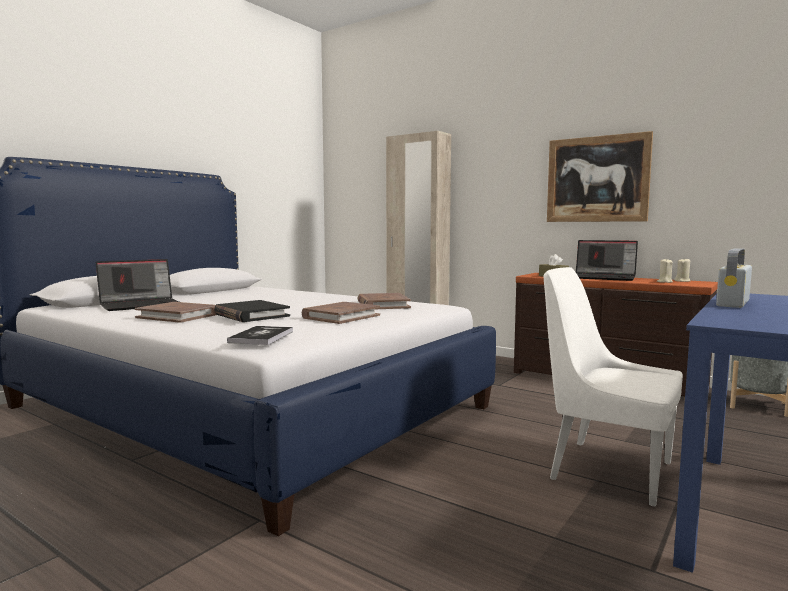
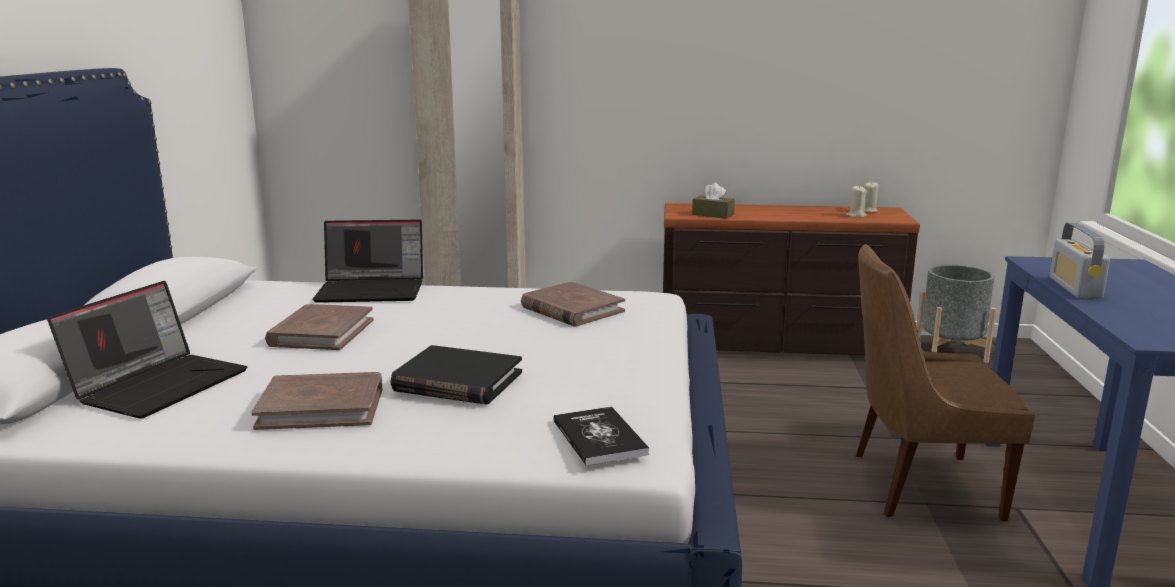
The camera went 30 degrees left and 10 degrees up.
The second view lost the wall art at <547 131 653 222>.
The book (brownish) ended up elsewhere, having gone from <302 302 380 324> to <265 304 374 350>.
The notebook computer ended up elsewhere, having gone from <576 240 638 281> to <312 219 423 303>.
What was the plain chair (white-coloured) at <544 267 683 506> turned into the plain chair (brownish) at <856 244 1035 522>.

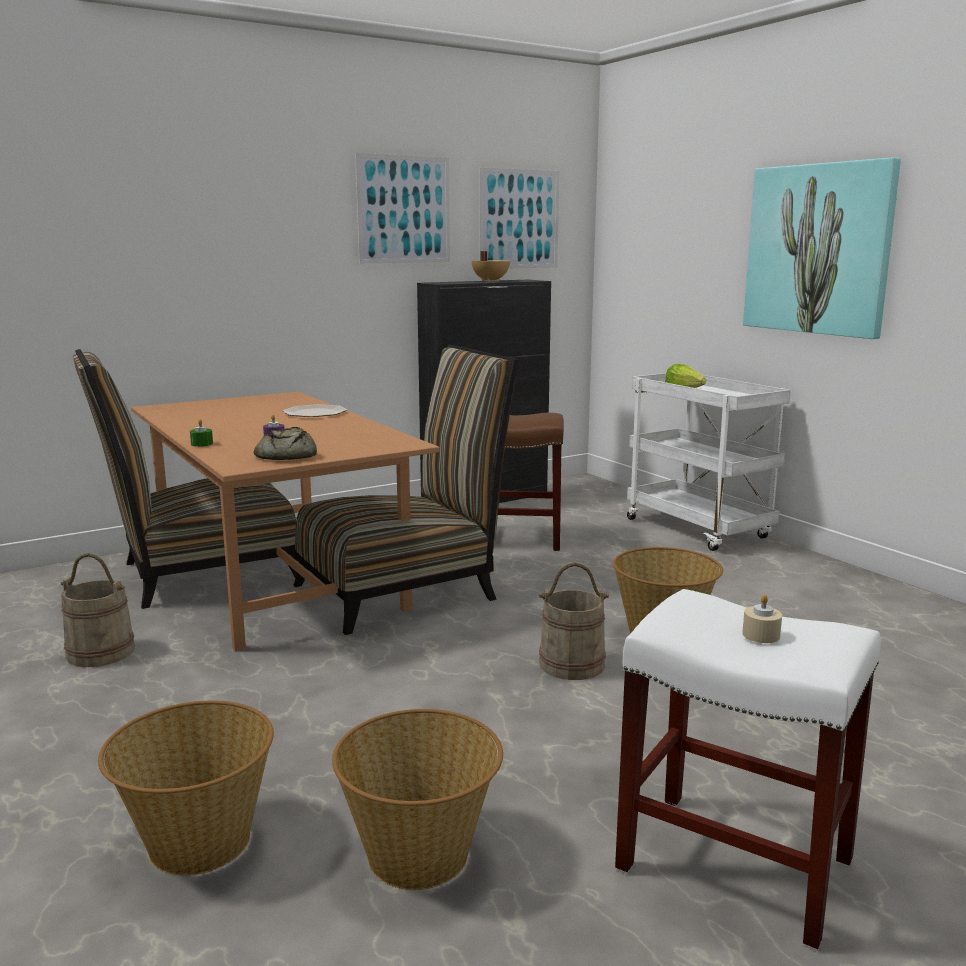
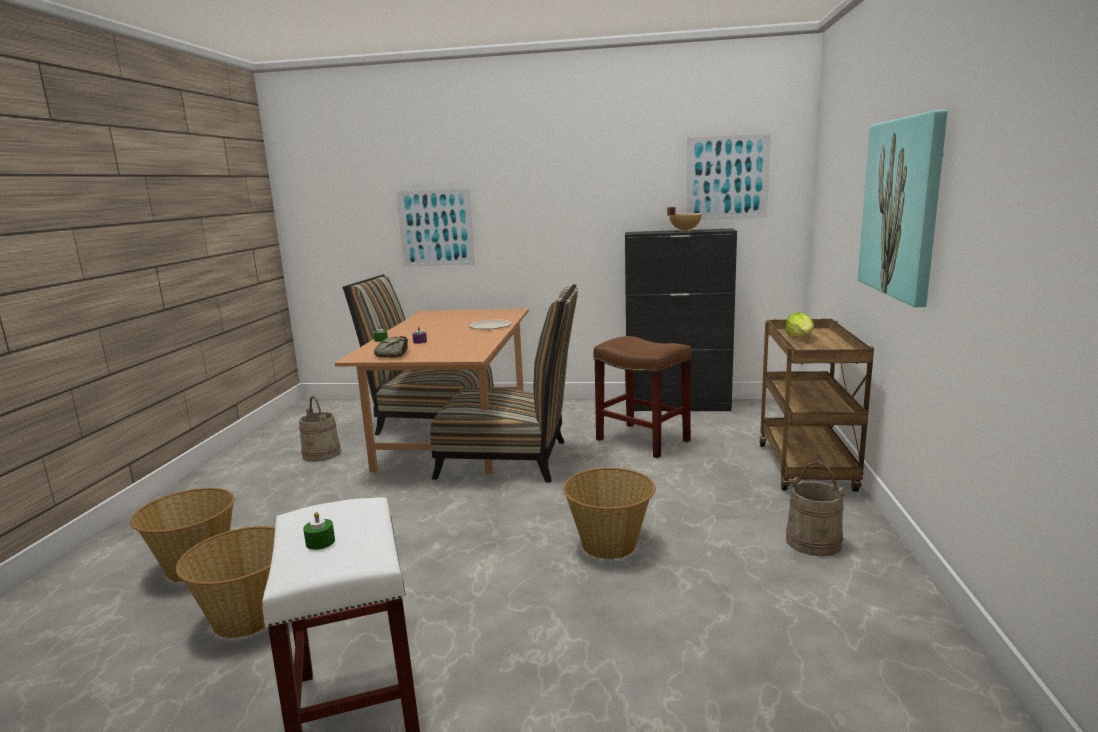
The camera went 40 degrees right and 0 degrees up.
The wall art ended up elsewhere, having gone from <355 153 450 263> to <396 188 475 267>.
The pail (sand-coloured) ended up elsewhere, having gone from <539 563 609 680> to <786 462 847 556>.
What was the cart (white-coloured) at <627 373 791 551> turned into the cart (brownish) at <759 319 874 492>.
What was the wax candle (sand-coloured) at <742 595 782 643> turned into the wax candle (greenish) at <303 512 335 550>.

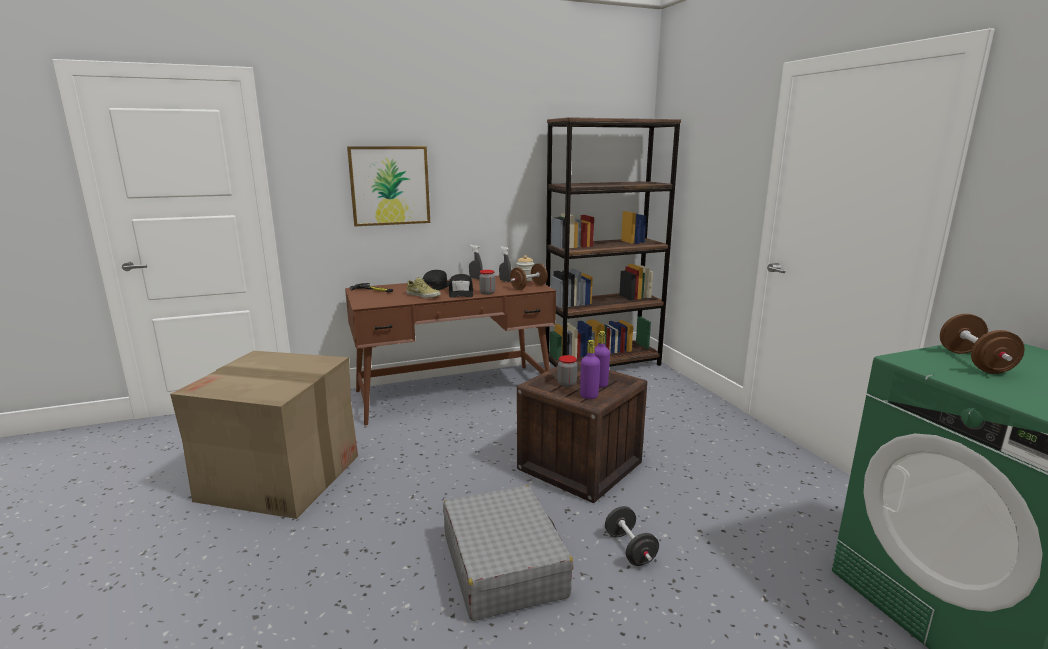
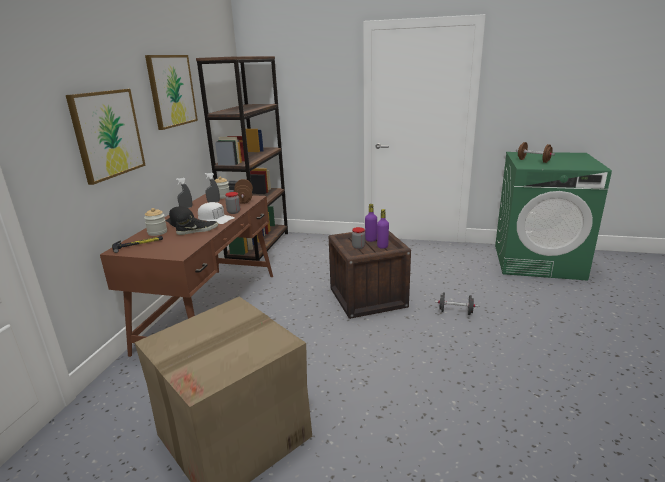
The camera went 55 degrees left and 5 degrees up.
The second view lost the travel case (greyish) at <443 485 574 621>.
The second view gained the jar at <144 208 167 236>.
The second view gained the wall art at <145 55 198 130>.
What was the item of footwear (sand-coloured) at <407 277 441 298> turned into the item of footwear (black-coloured) at <176 215 218 235>.
What was the peaked cap (black-coloured) at <449 274 473 298> turned into the peaked cap (white-coloured) at <198 202 234 224>.

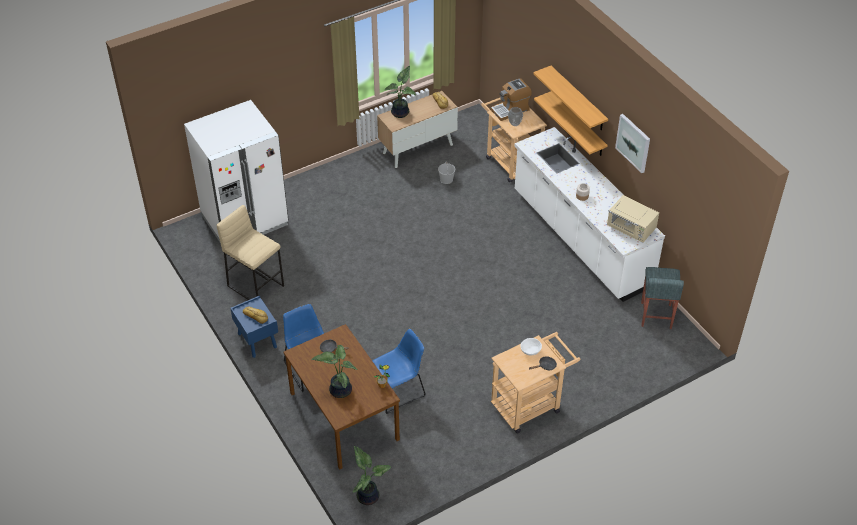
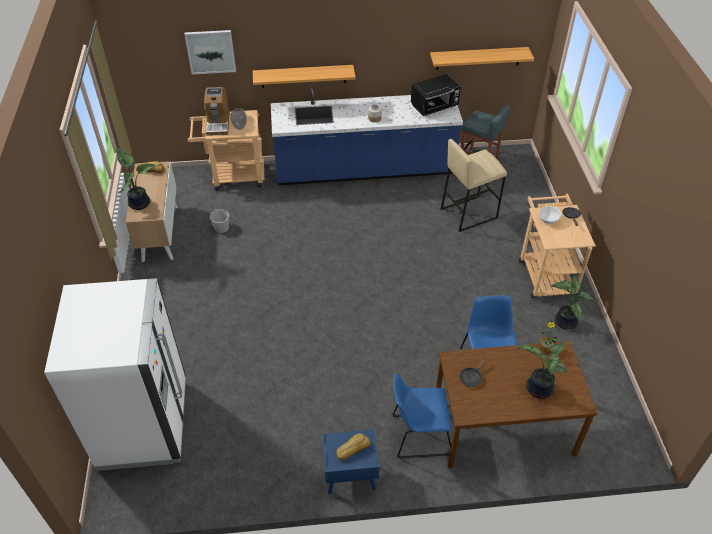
The camera went 65 degrees left and 0 degrees up.
The stool (sand-coloured) ended up elsewhere, having gone from <217 205 284 300> to <441 139 507 232>.
The plant in a pot ended up elsewhere, having gone from <353 446 391 505> to <551 276 596 329>.
The shelf ended up elsewhere, having gone from <533 66 608 130> to <430 47 534 70>.
The wall art ended up elsewhere, having gone from <615 114 650 173> to <184 30 236 74>.
What was the kitchen counter (white-coloured) at <515 127 665 302> turned into the kitchen counter (blue-coloured) at <271 86 463 185>.
What was the microwave (sand-coloured) at <607 195 659 243> turned into the microwave (black-coloured) at <411 74 461 116>.

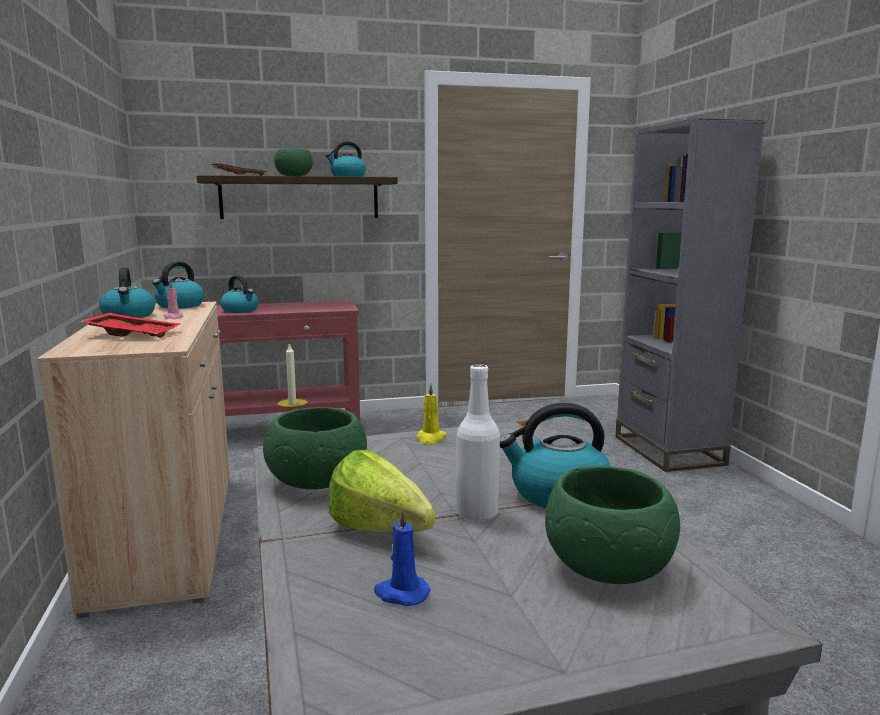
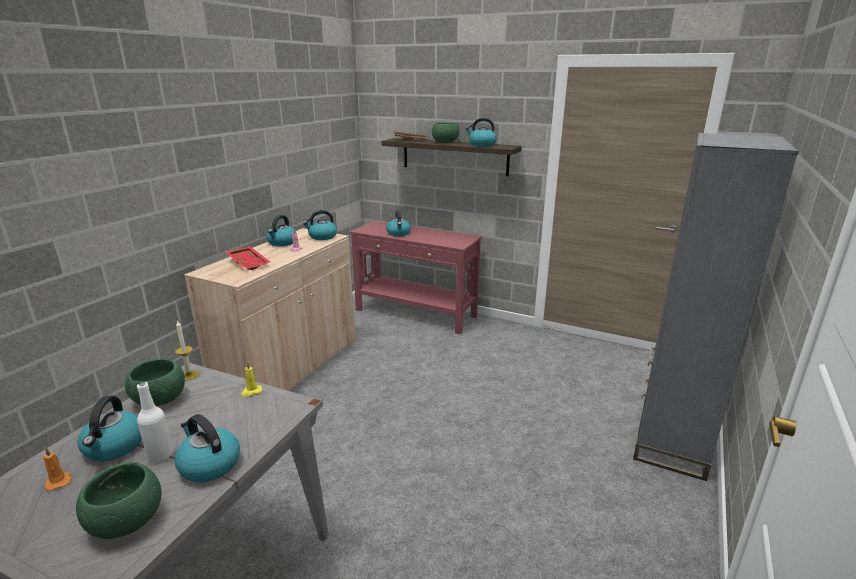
The camera went 40 degrees right and 10 degrees up.
Where the lettuce head stood at <328 450 436 533>, the tea kettle came to stand at <77 396 142 461>.
What was the wax candle (blue-coloured) at <374 507 431 606> turned into the wax candle (orangey) at <43 447 72 491>.

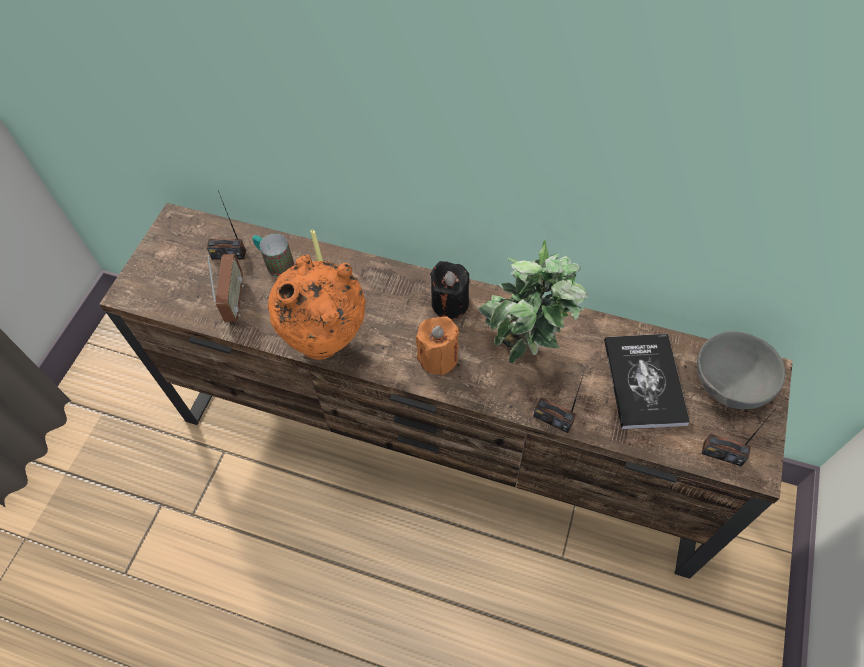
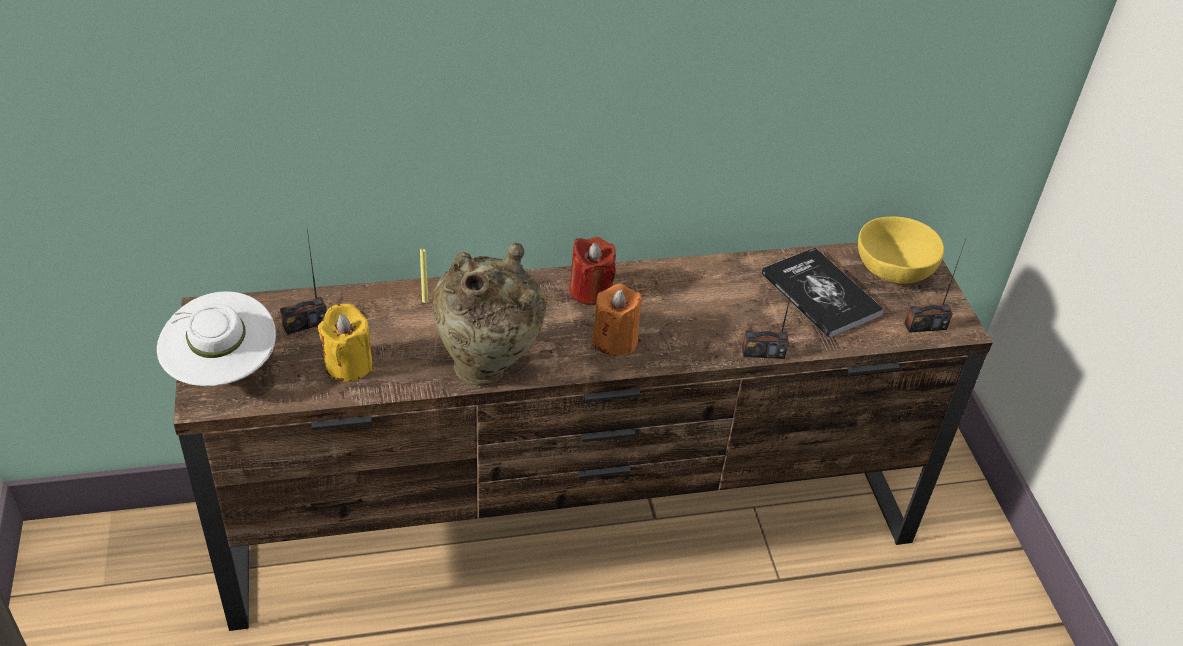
The camera went 35 degrees left and 15 degrees down.
The second view lost the coffee mug at <252 233 294 277>.
The second view lost the plant in a pot at <478 240 589 363>.
The second view gained the clothing hat (white-coloured) at <157 291 276 386>.
Where the radio receiver stood at <207 254 244 322>, the wax candle (yellowish) came to stand at <318 304 373 382>.
What was the vase (orangey) at <268 255 366 360> turned into the vase (sand-coloured) at <432 243 546 386>.
What was the wax candle (black-coloured) at <430 261 469 319> turned into the wax candle (reddish) at <569 237 616 305>.
What was the deep dish (greyish) at <697 331 785 409> turned into the deep dish (yellowish) at <858 217 944 284>.

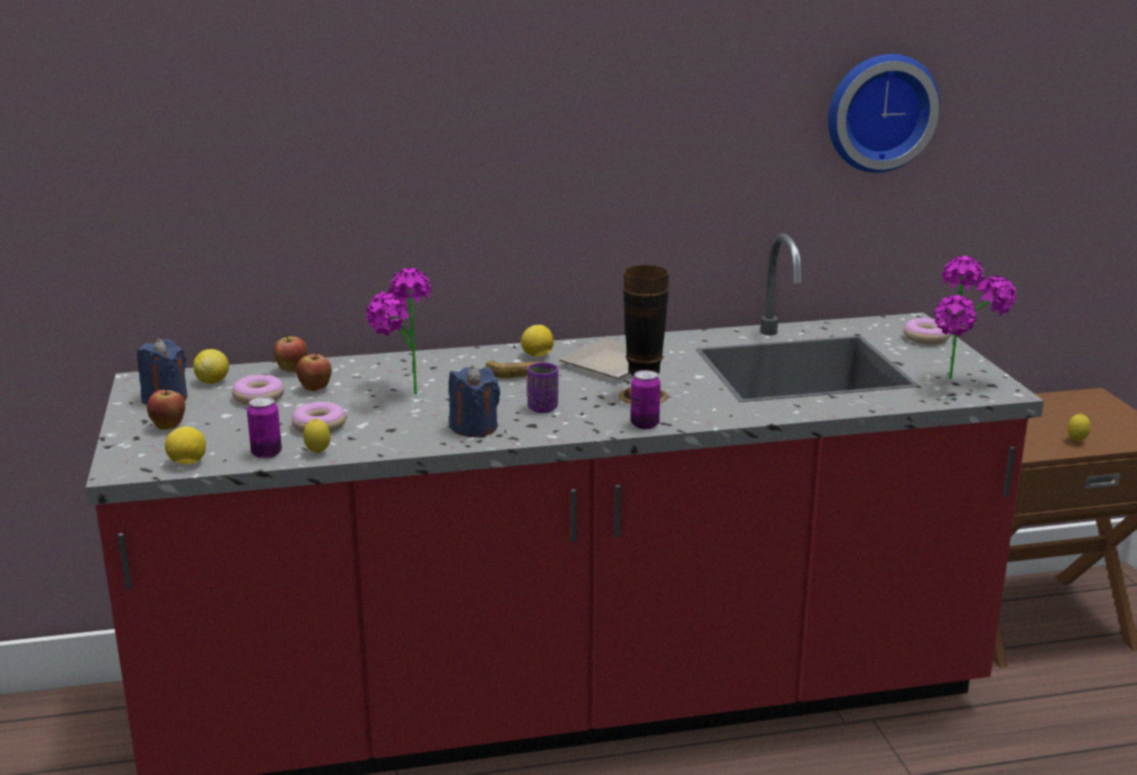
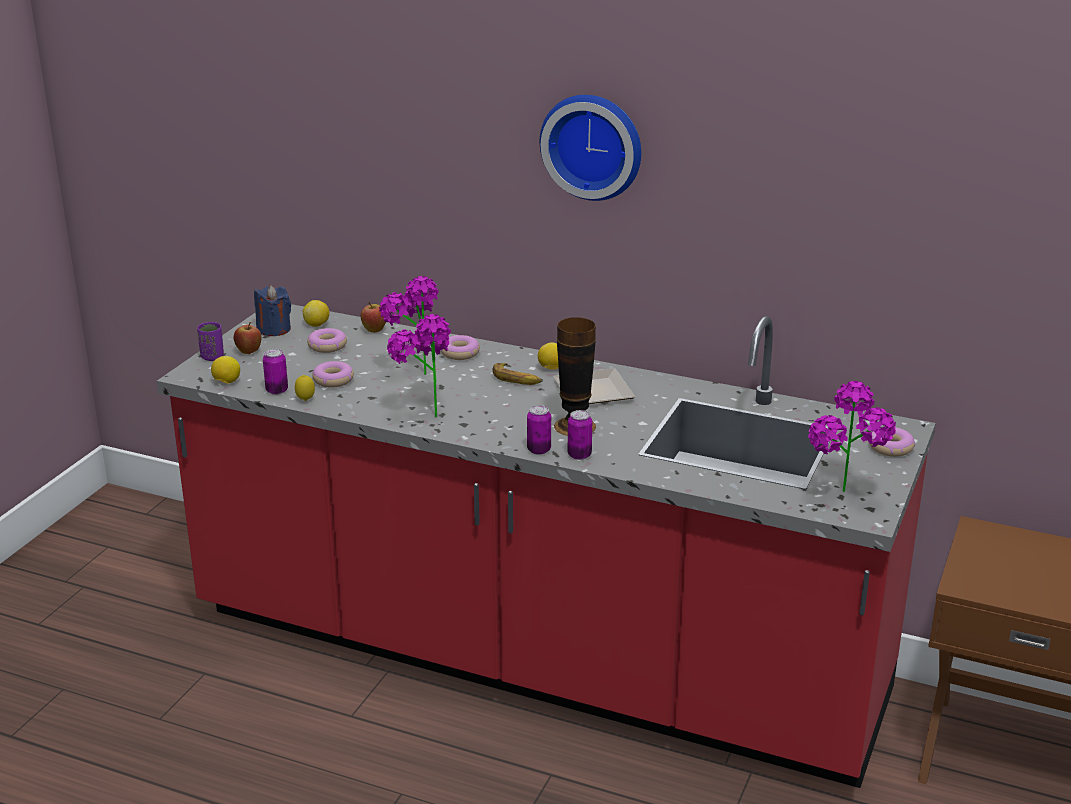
The camera went 35 degrees right and 5 degrees up.
The second view lost the apple fruit at <296 350 332 391>.
The second view lost the lemon at <1068 413 1091 442>.
The second view gained the donut at <441 335 480 360>.
The second view gained the can at <568 410 592 460>.
The drinking cup (purple) ended up elsewhere, having gone from <527 362 558 413> to <197 322 224 361>.
The hanging clock ended up elsewhere, having gone from <828 54 940 173> to <540 95 641 201>.
Where the wax candle (blue-coloured) stood at <449 365 500 437>, the plant in a pot came to stand at <387 314 451 417>.

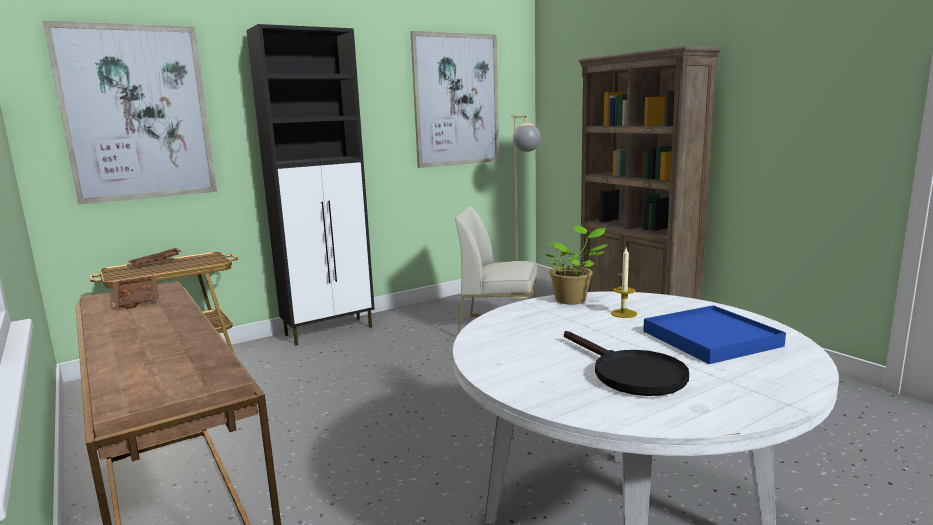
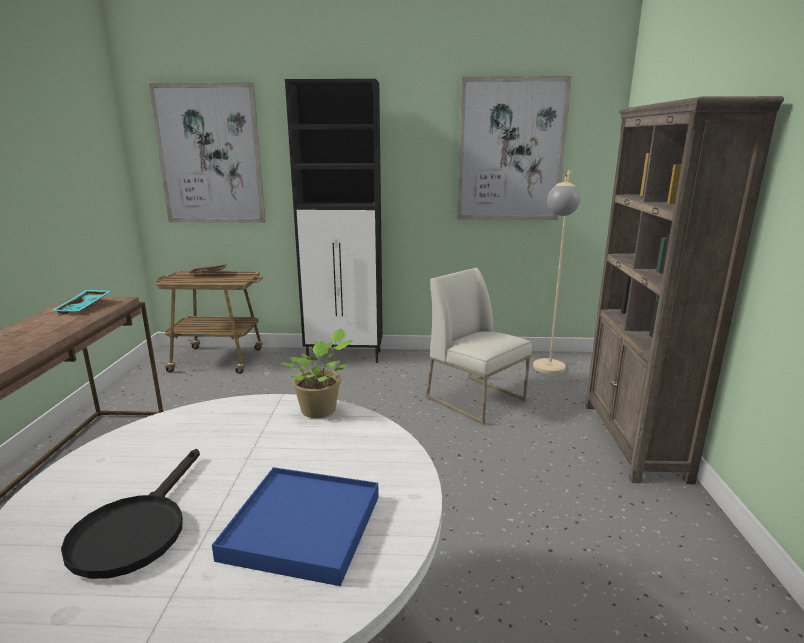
The camera went 35 degrees right and 5 degrees up.
The second view lost the wax candle at <611 248 637 318>.
What was the carrying tray (brownish) at <113 275 159 309> turned into the carrying tray (turquoise-coloured) at <51 290 111 314>.

